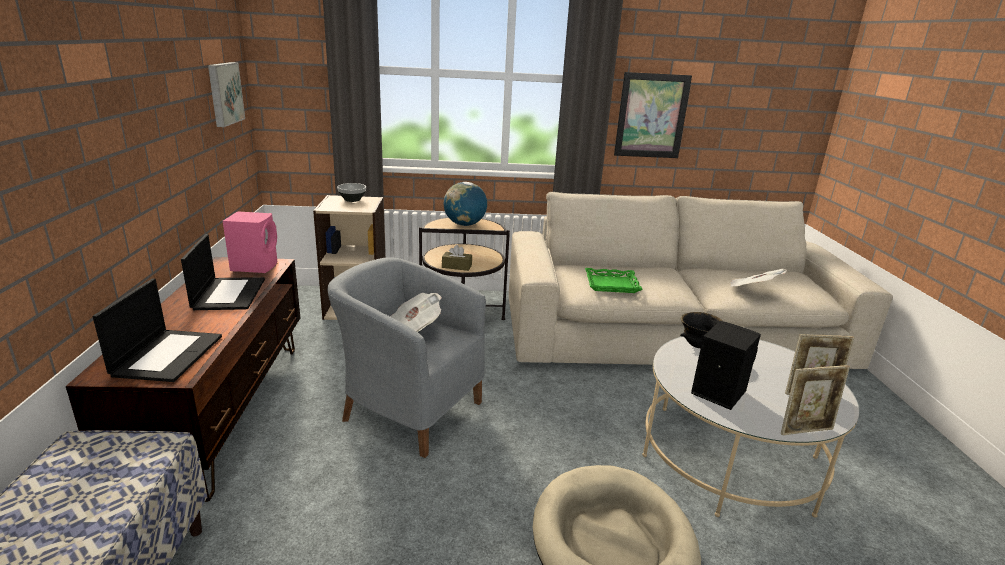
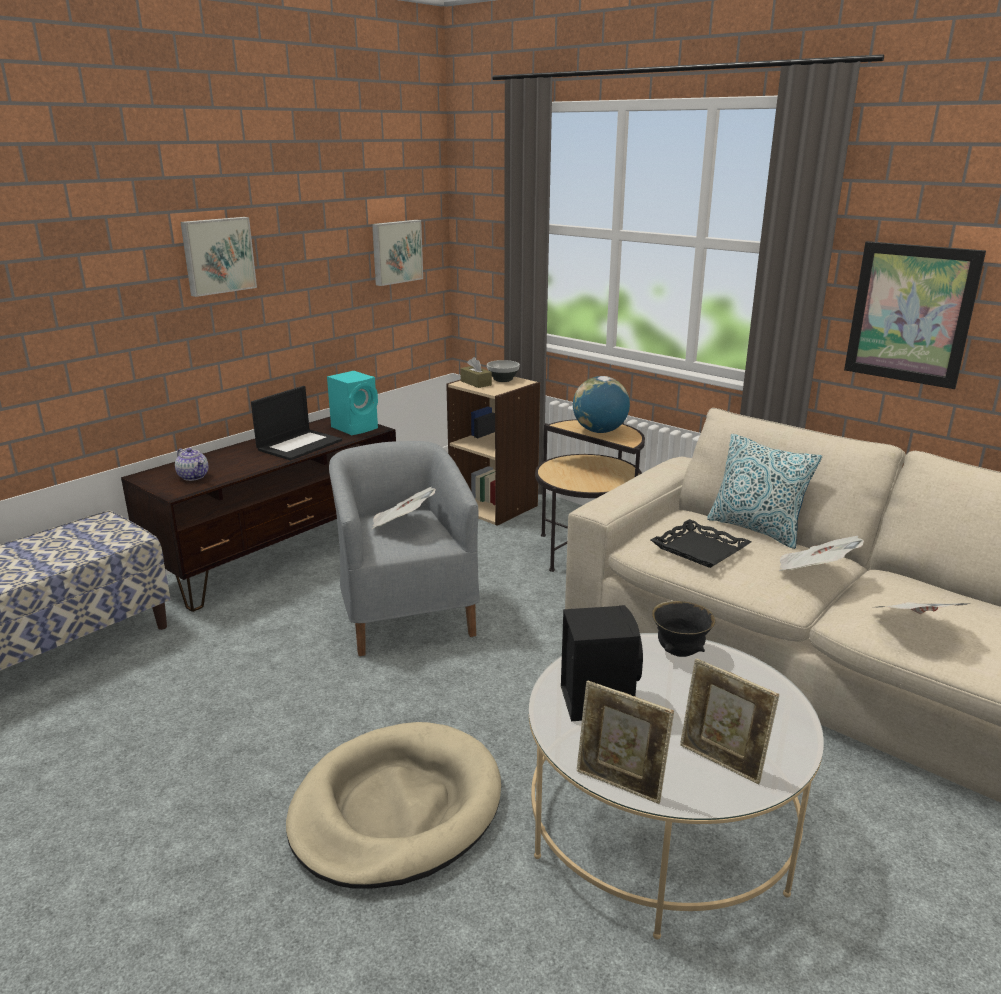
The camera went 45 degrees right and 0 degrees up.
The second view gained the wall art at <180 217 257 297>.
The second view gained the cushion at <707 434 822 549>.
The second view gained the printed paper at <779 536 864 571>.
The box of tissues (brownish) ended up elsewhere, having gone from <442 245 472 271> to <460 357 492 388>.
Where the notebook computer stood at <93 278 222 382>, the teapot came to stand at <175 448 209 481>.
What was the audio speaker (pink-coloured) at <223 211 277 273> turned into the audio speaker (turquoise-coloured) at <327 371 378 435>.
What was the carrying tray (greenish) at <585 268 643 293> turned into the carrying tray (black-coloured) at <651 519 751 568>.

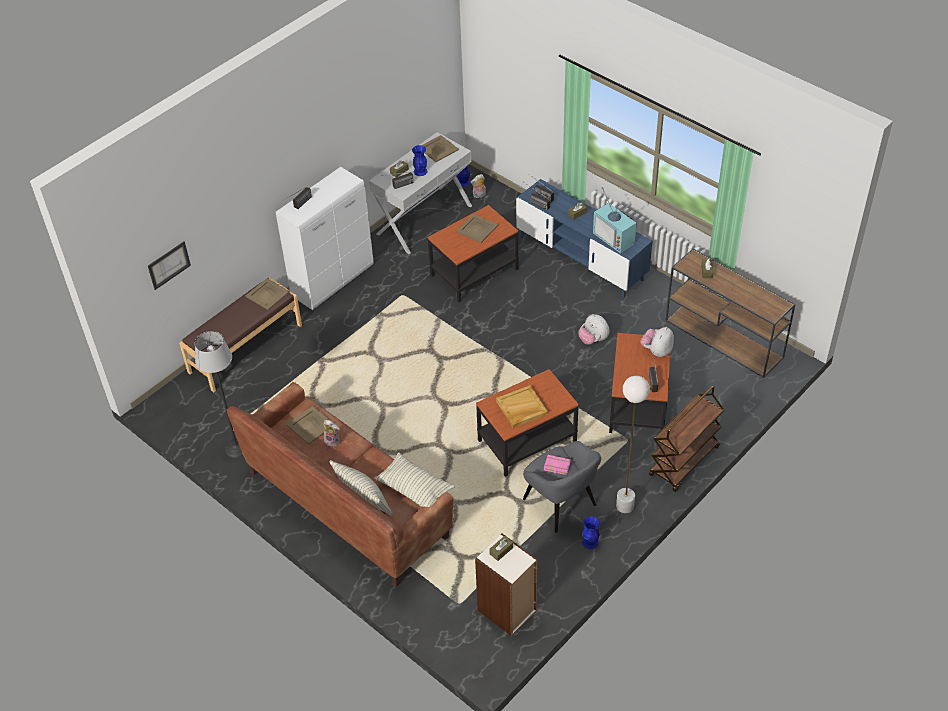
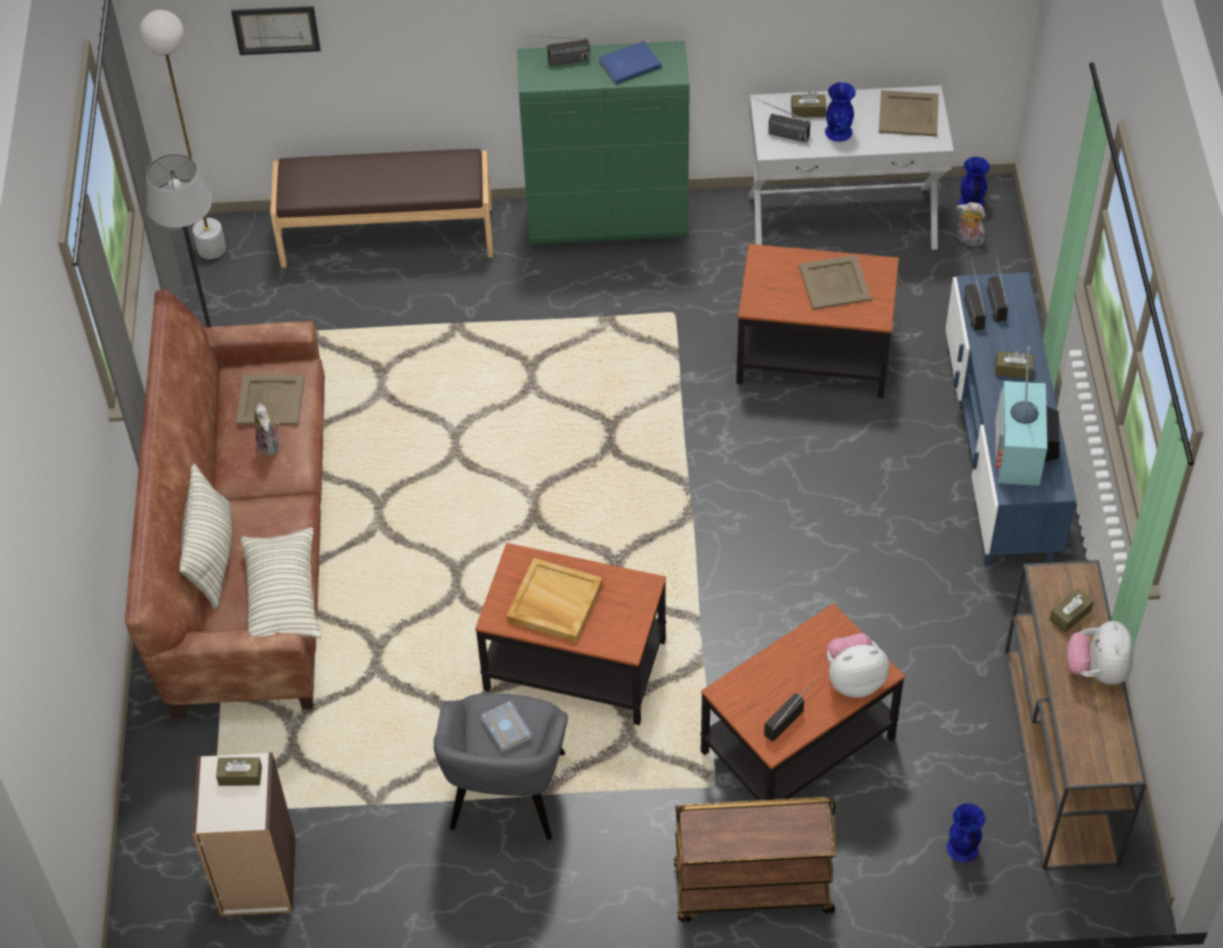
The camera went 45 degrees right and 5 degrees up.
The second view lost the carrying tray (sand-coloured) at <245 278 290 310>.
The second view gained the book (blue-coloured) at <599 41 662 84>.
The soft toy ended up elsewhere, having gone from <578 314 610 345> to <1067 621 1133 685>.
The vase (blue-coloured) ended up elsewhere, having gone from <582 516 600 549> to <947 803 985 862>.
The standing lamp (white-coloured) ended up elsewhere, having gone from <616 376 650 513> to <139 10 226 259>.
What was the cabinet (white-coloured) at <276 167 374 310> turned into the cabinet (greenish) at <517 41 689 244>.
What was the book (pink-coloured) at <544 455 571 475> turned into the book (greyish) at <481 701 533 753>.

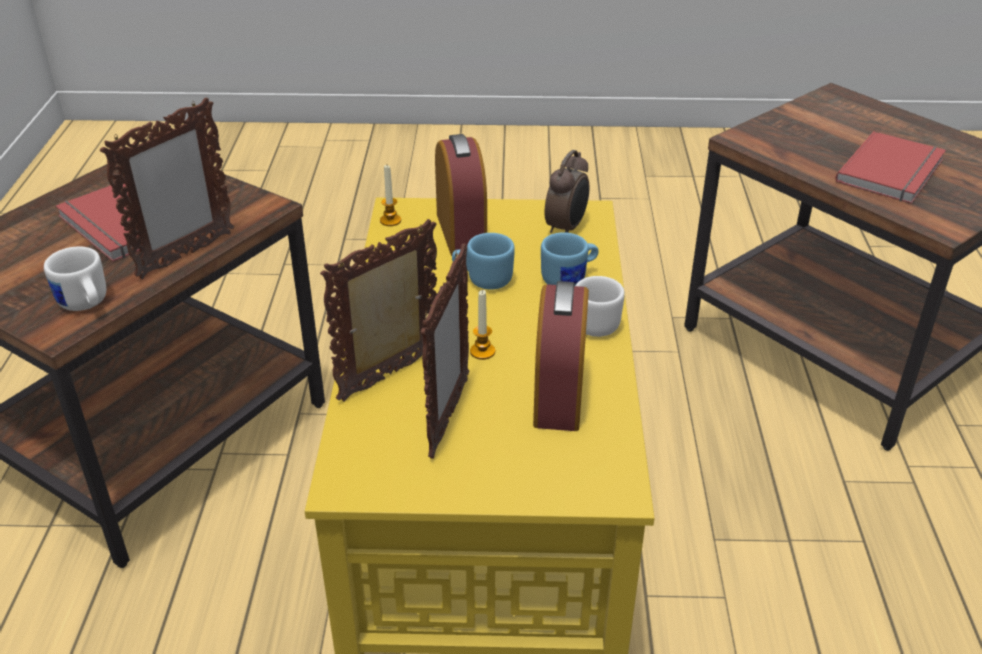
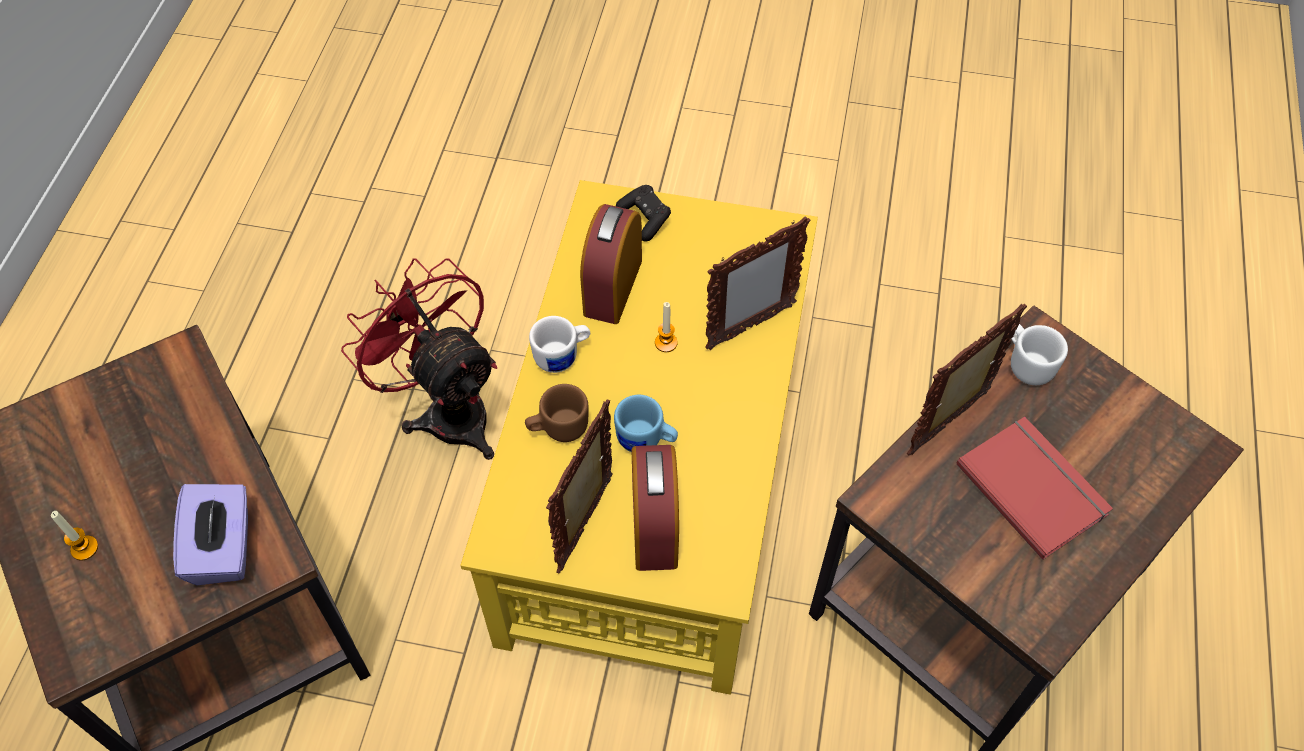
The camera went 170 degrees left and 20 degrees up.
The second view lost the alarm clock at <545 150 590 233>.
The second view lost the book (reddish) at <835 131 946 204>.
The second view gained the box of tissues (purple) at <173 484 248 585>.
The second view gained the cooling fan (reddish) at <341 258 497 460>.
The second view gained the gamepad (black-coloured) at <616 185 671 242>.
The wax candle ended up elsewhere, having gone from <380 165 401 226> to <51 511 98 561>.
The picture frame ended up elsewhere, having gone from <421 243 469 459> to <546 399 613 573>.
What was the coffee mug (blue-coloured) at <541 232 599 286> turned into the coffee mug (brownish) at <525 384 588 442>.

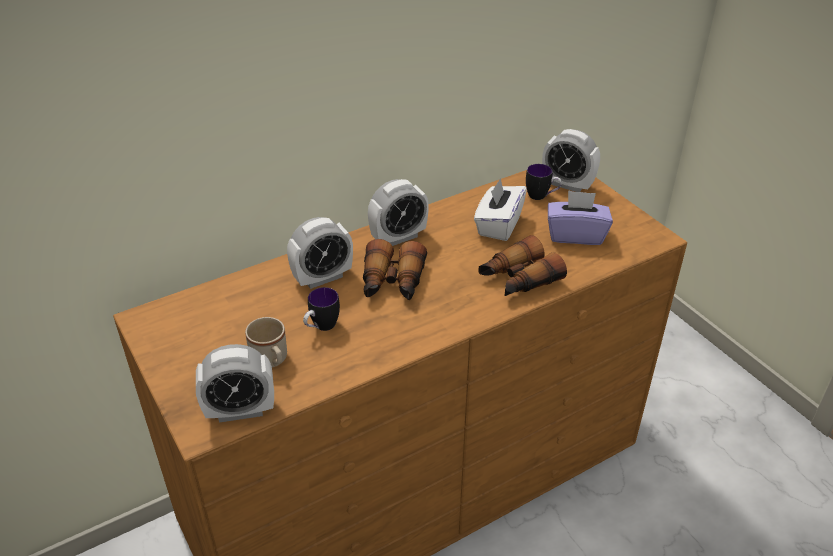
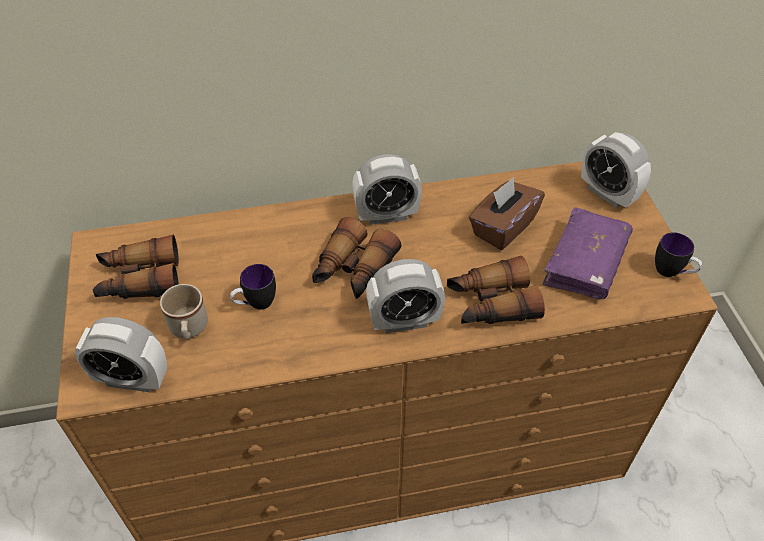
The camera went 20 degrees right and 10 degrees up.
The second view gained the pair of binoculars at <92 235 179 299>.
The alarm clock ended up elsewhere, having gone from <287 217 353 289> to <366 259 445 333>.
The coffee mug ended up elsewhere, having gone from <526 164 562 200> to <655 232 702 277>.
Where the box of tissues (purple) stood at <548 190 613 245>, the book (purple) came to stand at <543 207 633 299>.
What was the box of tissues (white-coloured) at <474 178 527 241> turned into the box of tissues (brownish) at <469 177 545 250>.

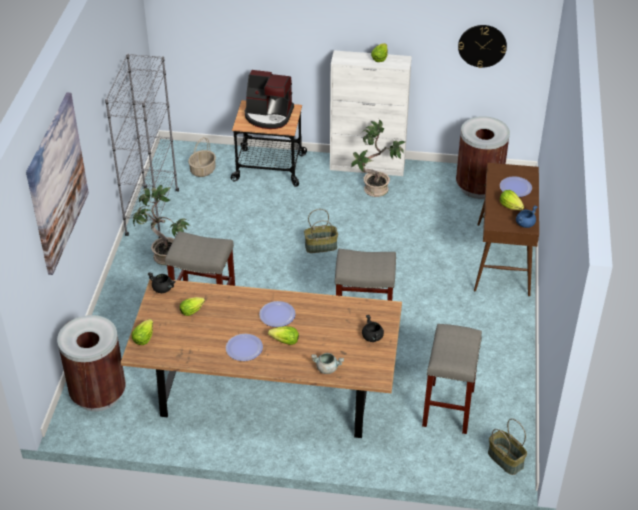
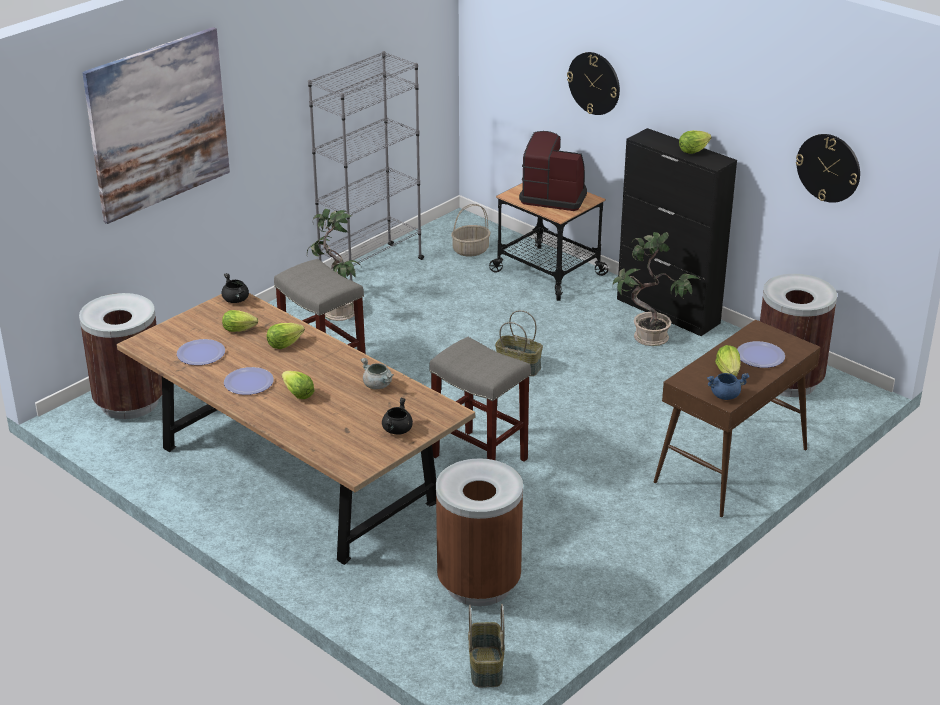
The camera went 35 degrees right and 10 degrees down.
The second view gained the hanging clock at <567 52 620 115>.
The lettuce head ended up elsewhere, having gone from <132 319 153 345> to <267 323 305 349>.
The flat dish ended up elsewhere, having gone from <259 301 296 327> to <177 339 225 365>.
The saucepot (greyish) ended up elsewhere, having gone from <311 353 344 374> to <360 358 394 389>.
Where the stool (greyish) stood at <422 324 482 434>, the waste bin (brownish) came to stand at <436 458 523 606>.
What was the cabinet (white-coloured) at <330 50 412 176> turned into the cabinet (black-coloured) at <617 128 737 336>.
The coffee brewer at <245 70 294 129> ended up facing another way, 150 degrees clockwise from before.

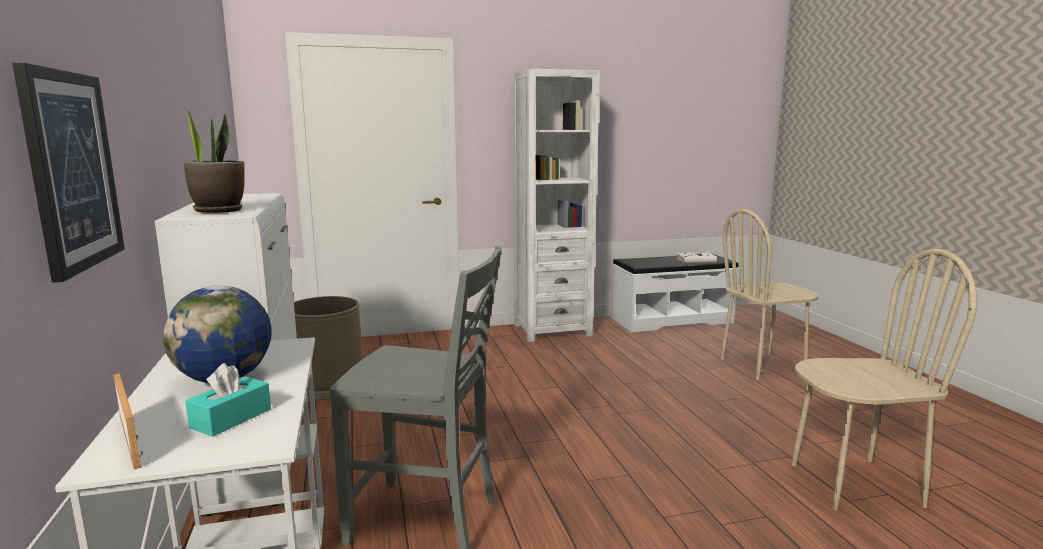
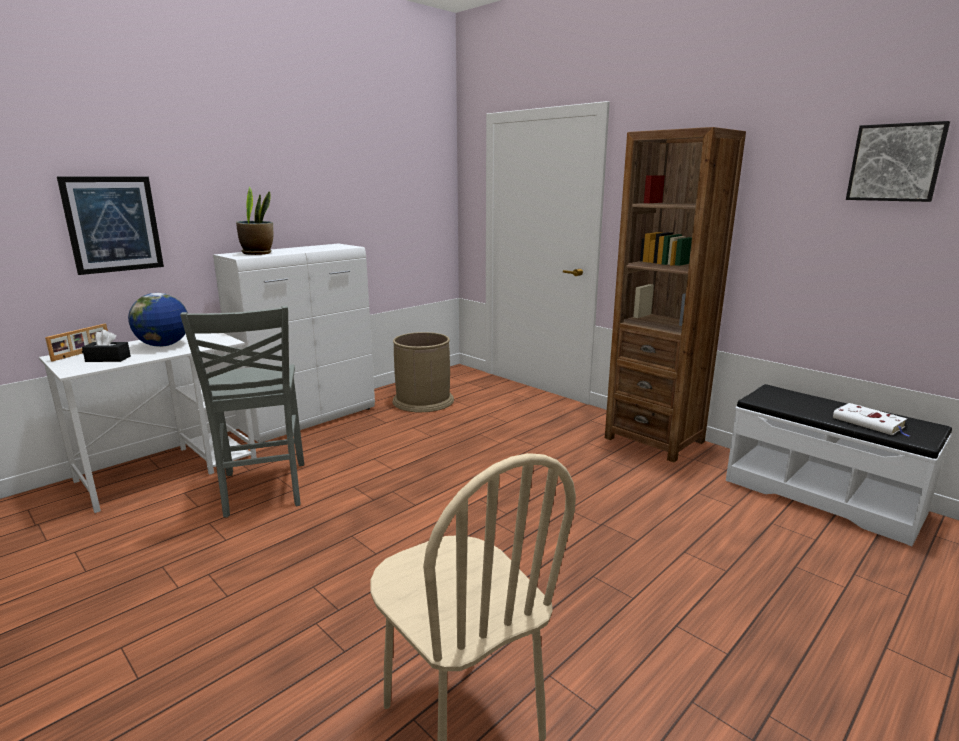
The camera went 60 degrees right and 5 degrees up.
The second view lost the plain chair (sand-coloured) at <721 209 819 380>.
The second view gained the wall art at <846 121 950 202>.
What was the box of tissues (turquoise-coloured) at <185 363 271 437> turned into the box of tissues (black-coloured) at <82 330 131 362>.
What was the bookcase (white-coloured) at <514 69 600 342> turned into the bookcase (brownish) at <605 127 746 463>.

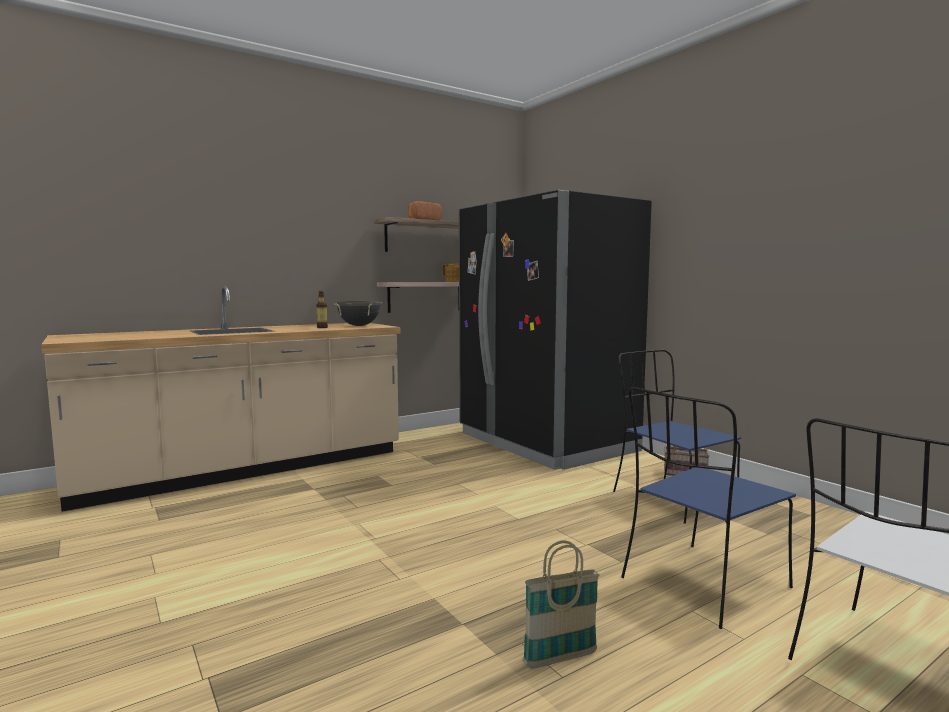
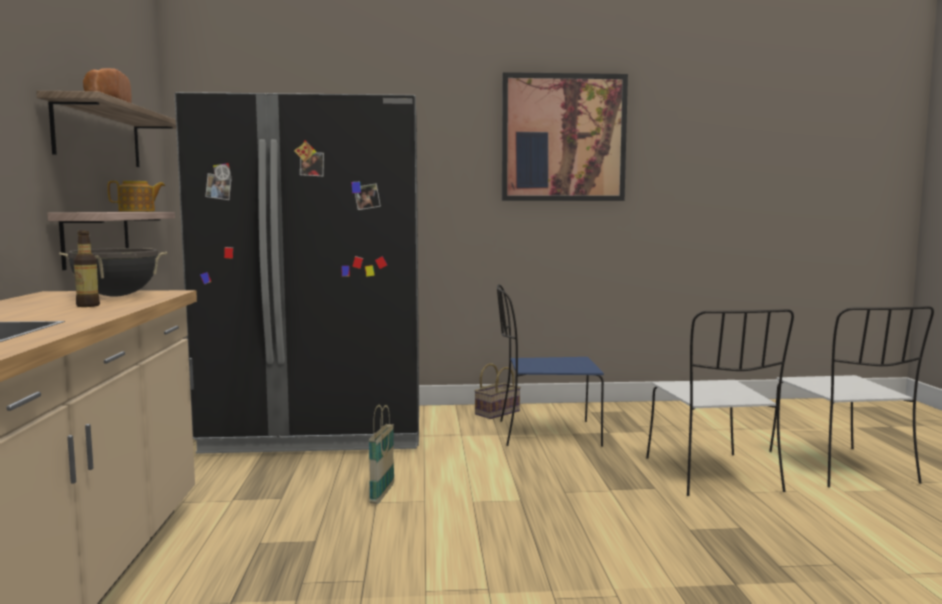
The camera went 60 degrees left and 0 degrees up.
The second view gained the wall art at <502 72 628 201>.
The basket ended up elsewhere, having gone from <523 541 600 668> to <369 405 394 504>.
What was the plain chair (blue-coloured) at <621 387 796 629> turned into the plain chair (white-coloured) at <646 309 794 496>.

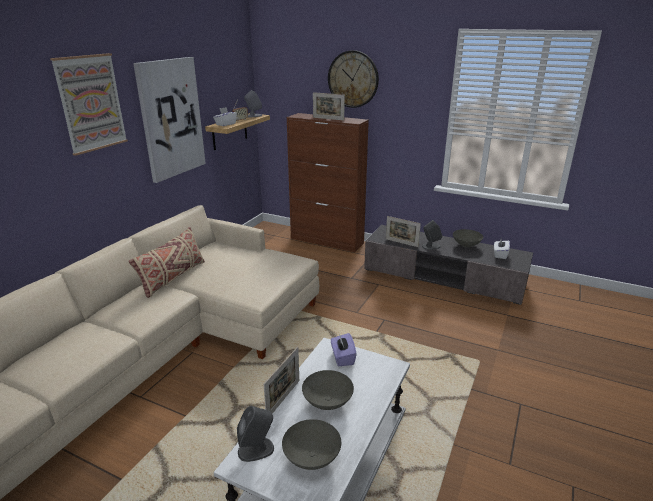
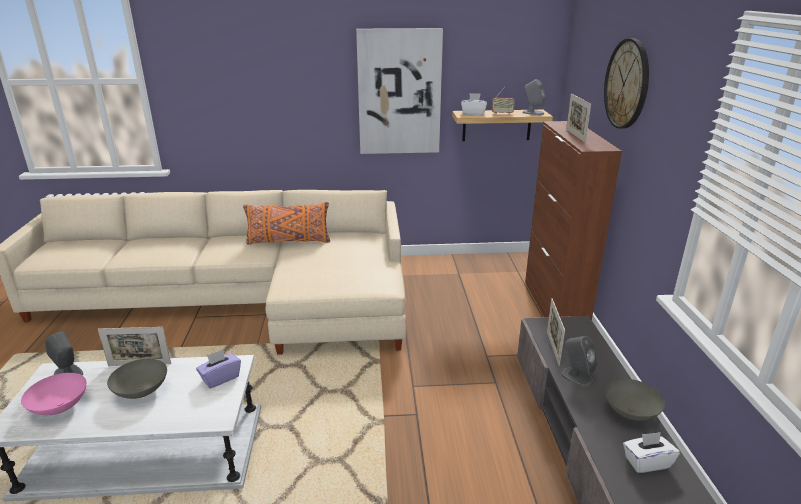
The camera went 60 degrees right and 0 degrees up.
The second view lost the wall art at <50 53 128 156>.
What was the cushion (sand-coloured) at <128 227 205 298> turned into the cushion (orangey) at <243 202 330 245>.
What was the deep dish (greyish) at <282 419 341 470> turned into the deep dish (pink-coloured) at <21 373 87 415>.

